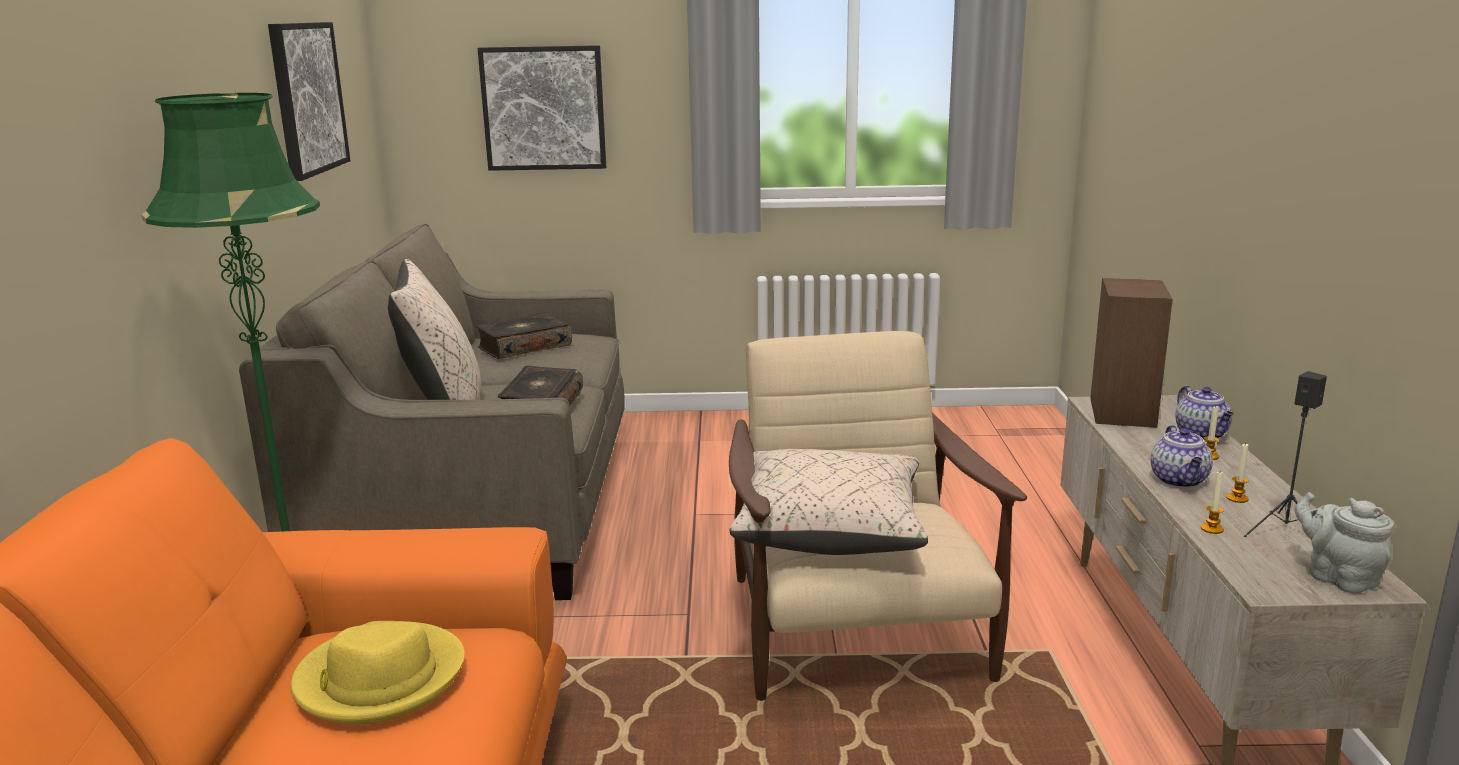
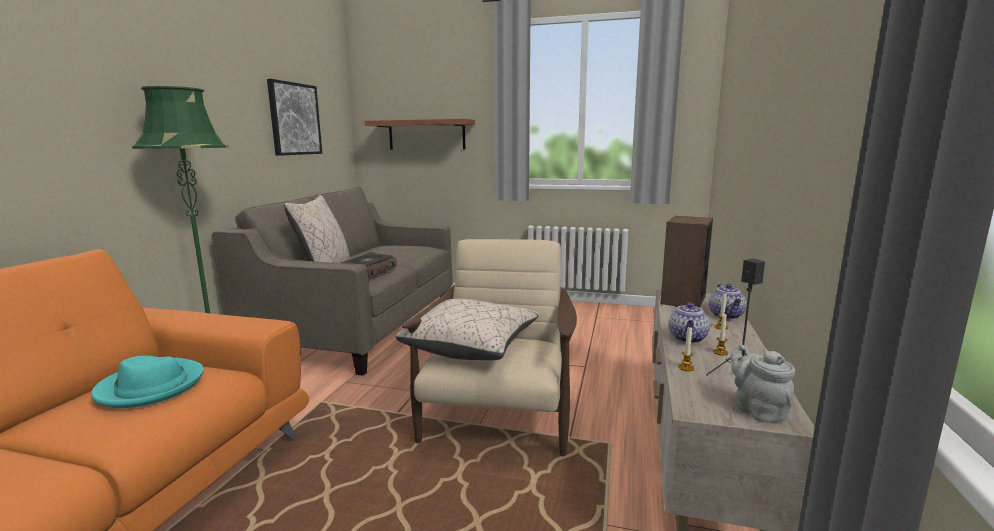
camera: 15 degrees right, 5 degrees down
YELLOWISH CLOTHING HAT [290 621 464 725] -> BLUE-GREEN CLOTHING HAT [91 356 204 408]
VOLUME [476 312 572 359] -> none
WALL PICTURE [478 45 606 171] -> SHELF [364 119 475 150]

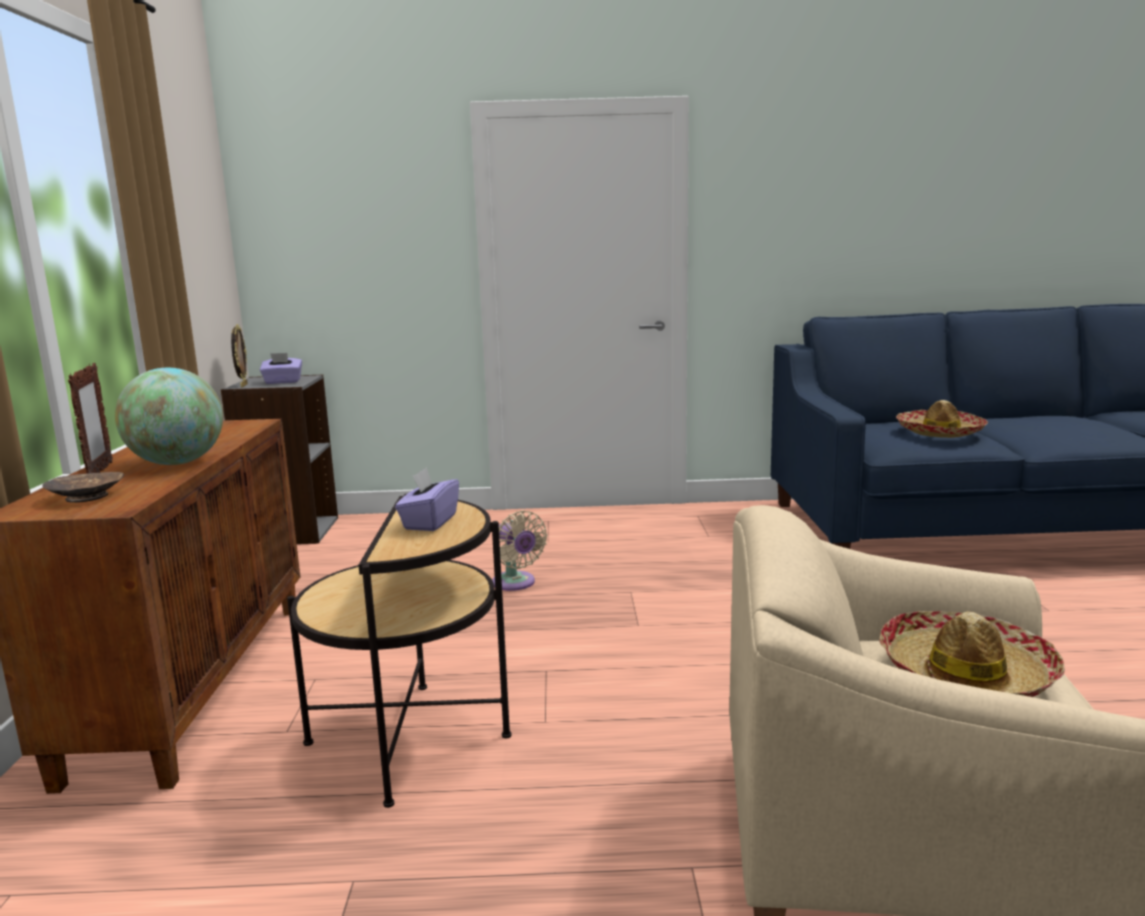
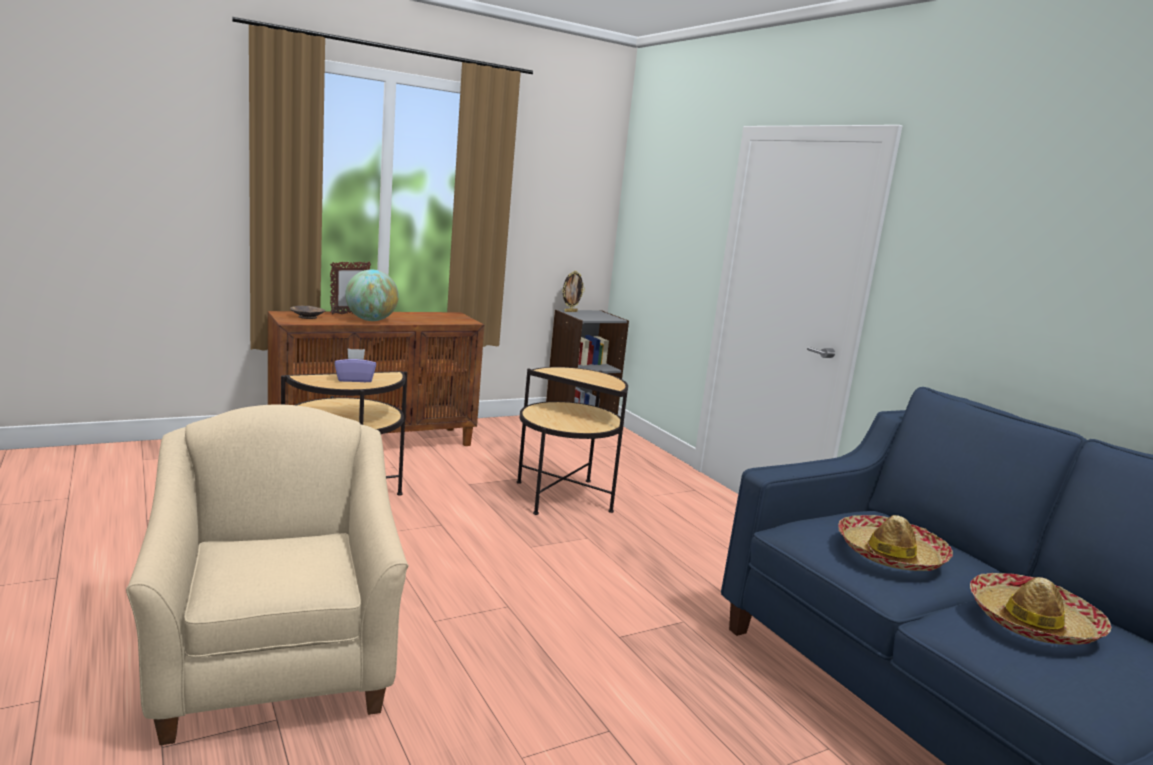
camera: 60 degrees right, 0 degrees up
PURPLISH TISSUE BOX [260 353 302 384] -> none
SAND-COLOURED ELECTRIC FAN [492 510 547 591] -> ACCENT TABLE [516 367 628 515]
CLOTHING HAT [879 611 1065 697] -> CLOTHING HAT [970 573 1111 645], shifted

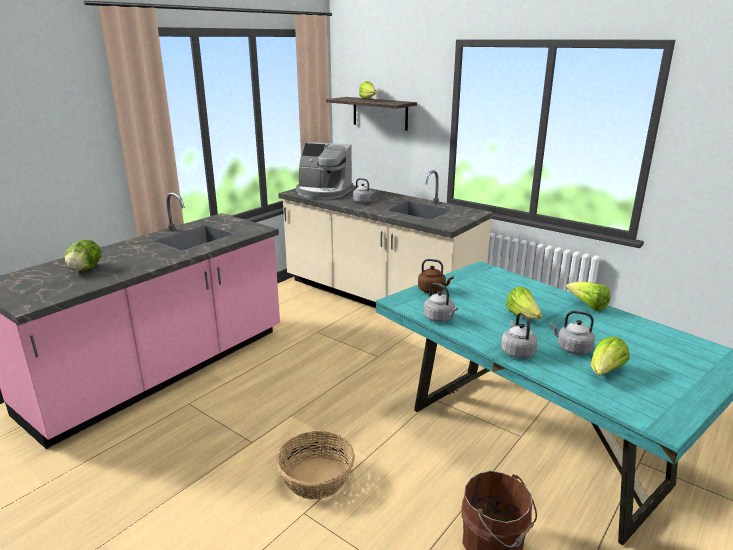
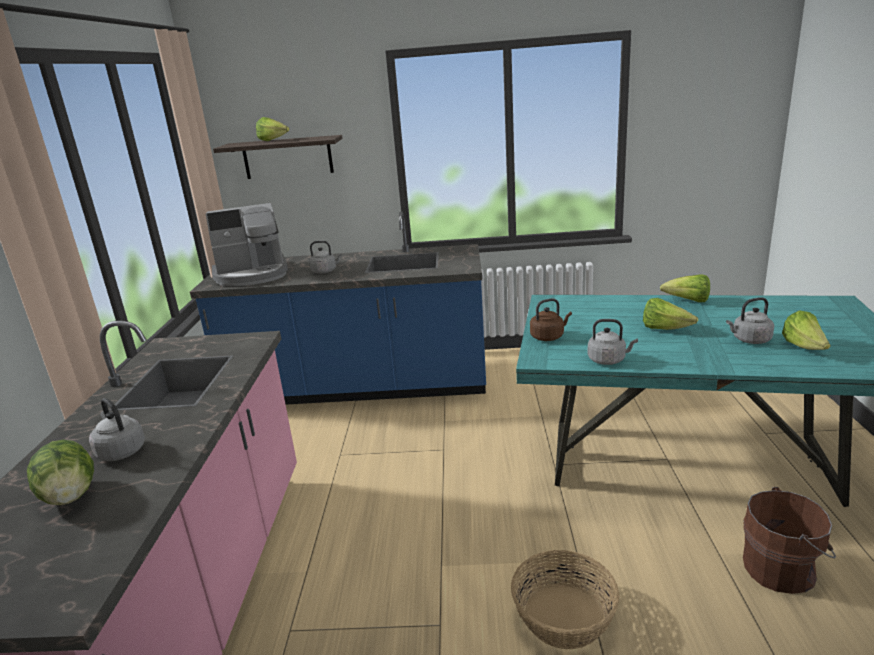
camera: 35 degrees left, 0 degrees up
SAND-COLOURED KITCHEN COUNTER [278 170 493 308] -> BLUE-COLOURED KITCHEN COUNTER [190 211 486 405]
GRAY TEA KETTLE [501 313 538 359] -> GRAY TEA KETTLE [89 398 145 461], shifted

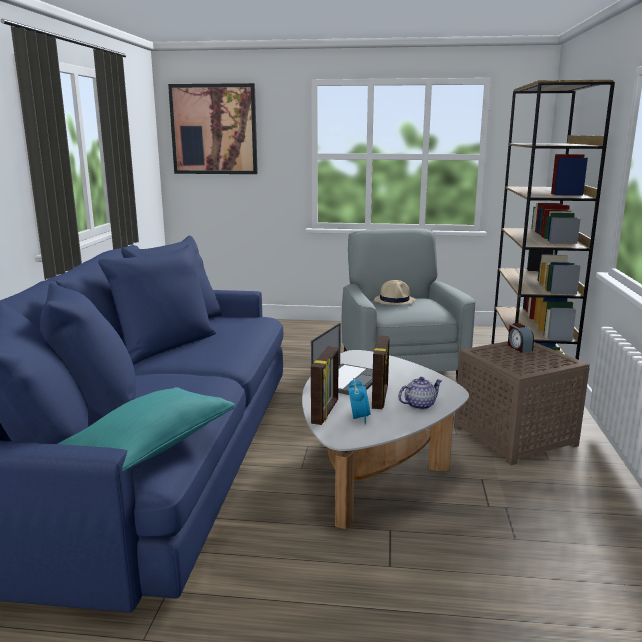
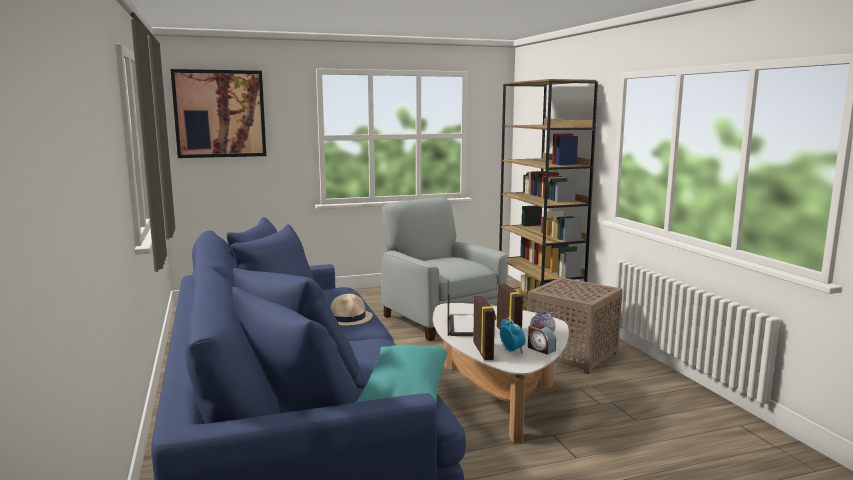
camera: 25 degrees left, 5 degrees down
SAND-COLOURED CLOTHING HAT [374 280 415 305] -> SAND-COLOURED CLOTHING HAT [331 294 373 326], shifted
BEDSIDE CLOCK [508 323 534 353] -> BEDSIDE CLOCK [528 324 556 355], shifted

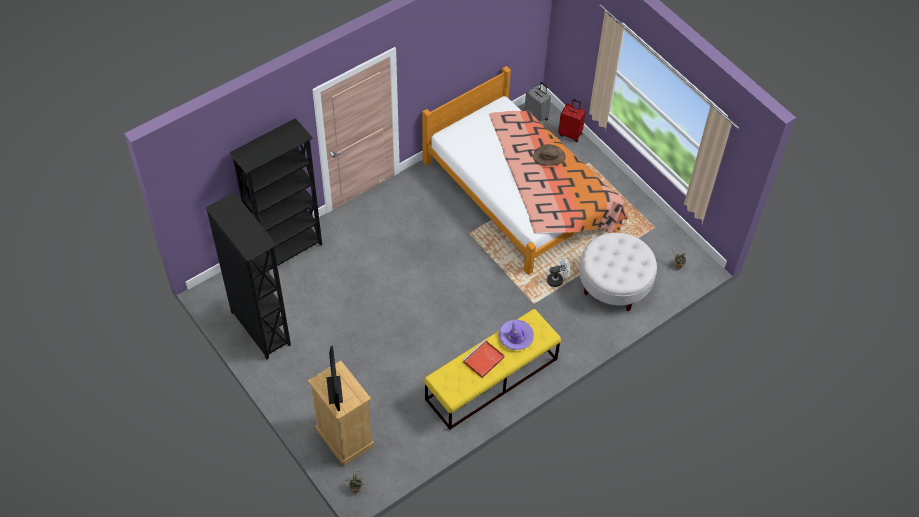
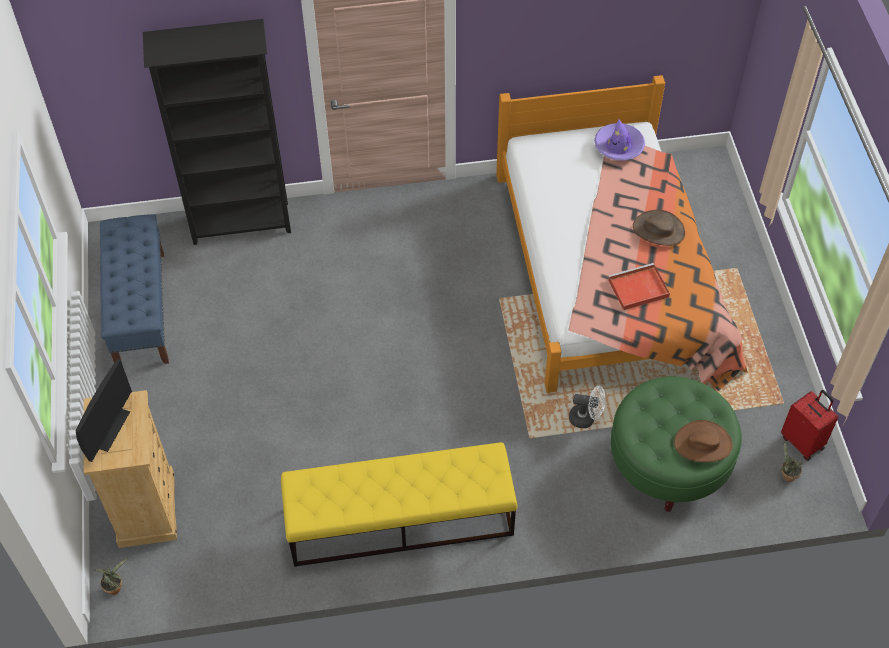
camera: 30 degrees right, 0 degrees up
BLACKISH BOOKCASE [205 192 291 359] -> BLUE-COLOURED INDOOR BENCH [100 214 169 364]
RED SERVING TRAY [463 340 505 378] -> RED SERVING TRAY [608 263 670 310], shifted
PURPLISH CLOTHING HAT [498 320 534 350] -> PURPLISH CLOTHING HAT [594 119 645 161], shifted
GRAY PIECE OF LUGGAGE [524 82 551 122] -> none
RED PIECE OF LUGGAGE [558 99 586 142] -> RED PIECE OF LUGGAGE [781 390 838 461], shifted
WHITISH OTTOMAN [579 233 657 311] -> GREENISH OTTOMAN [611 376 742 512]
none -> BROWN CLOTHING HAT [674 420 733 462]

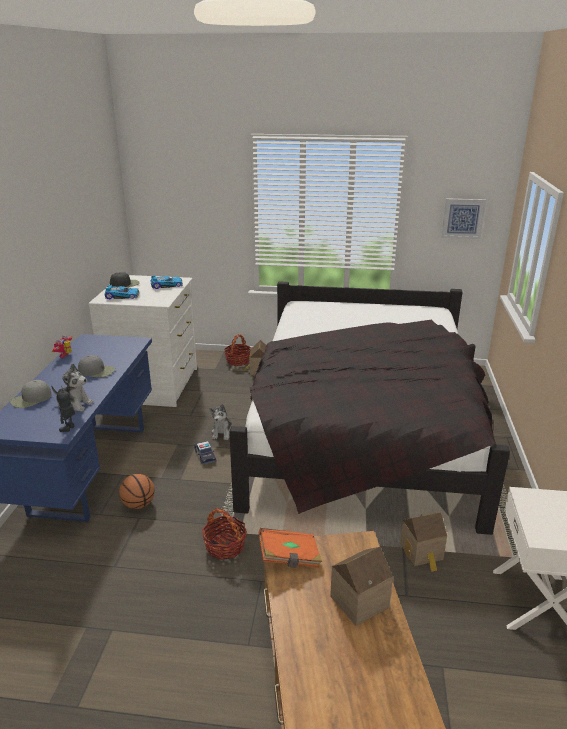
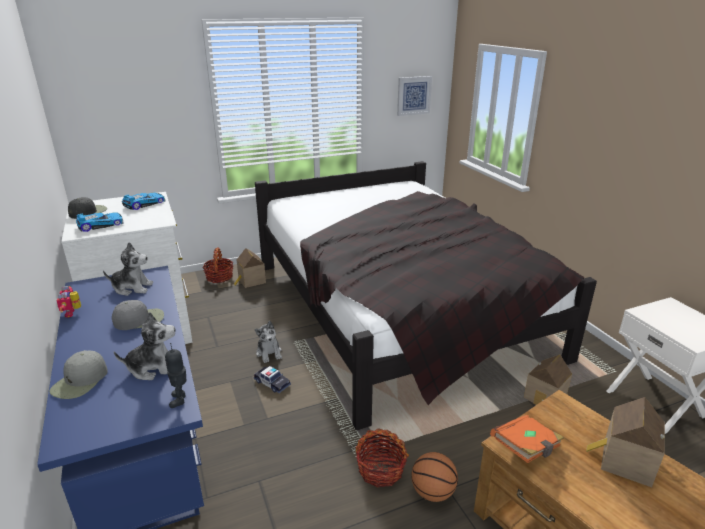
camera: 30 degrees left, 0 degrees up
BALL FOR BASKETBALL [119 474 155 509] -> BALL FOR BASKETBALL [411 452 458 502], shifted
none -> CUDDLY TOY [103 242 153 296]

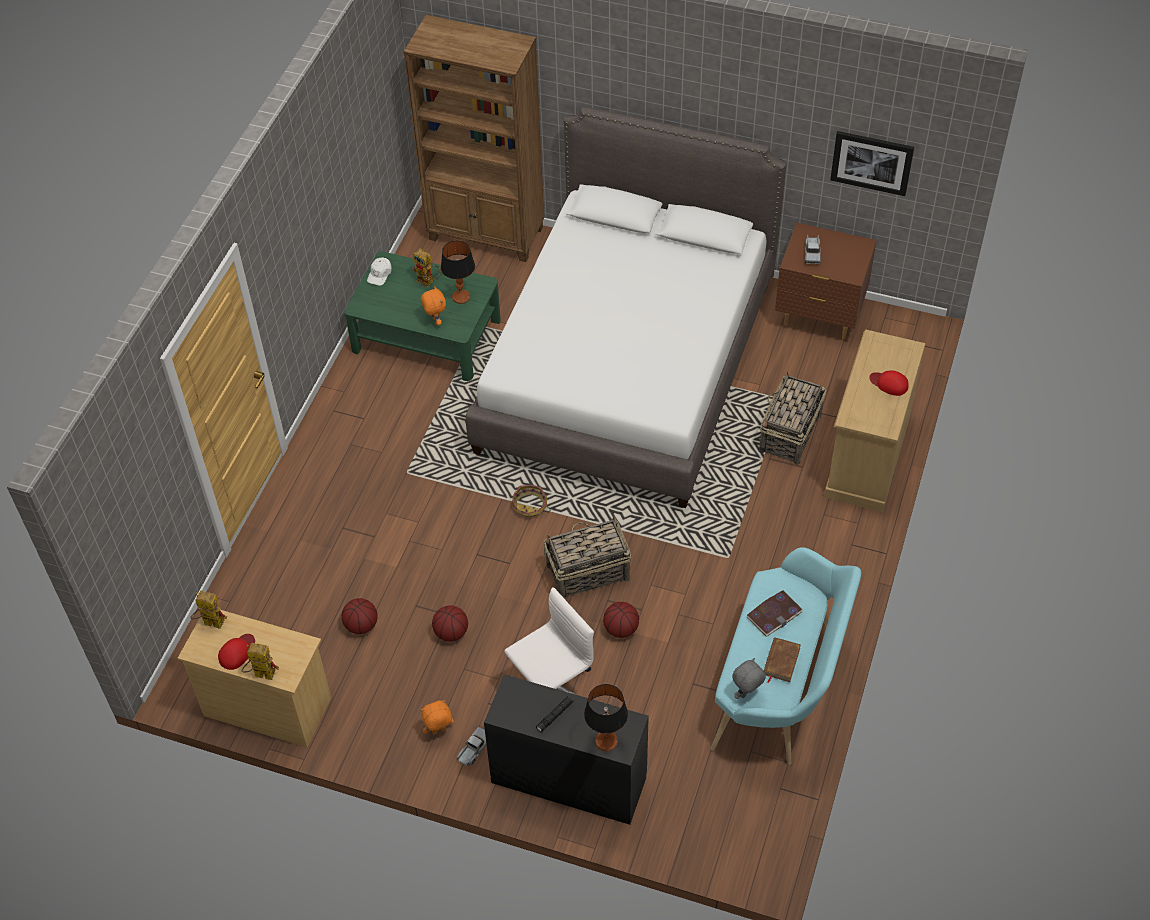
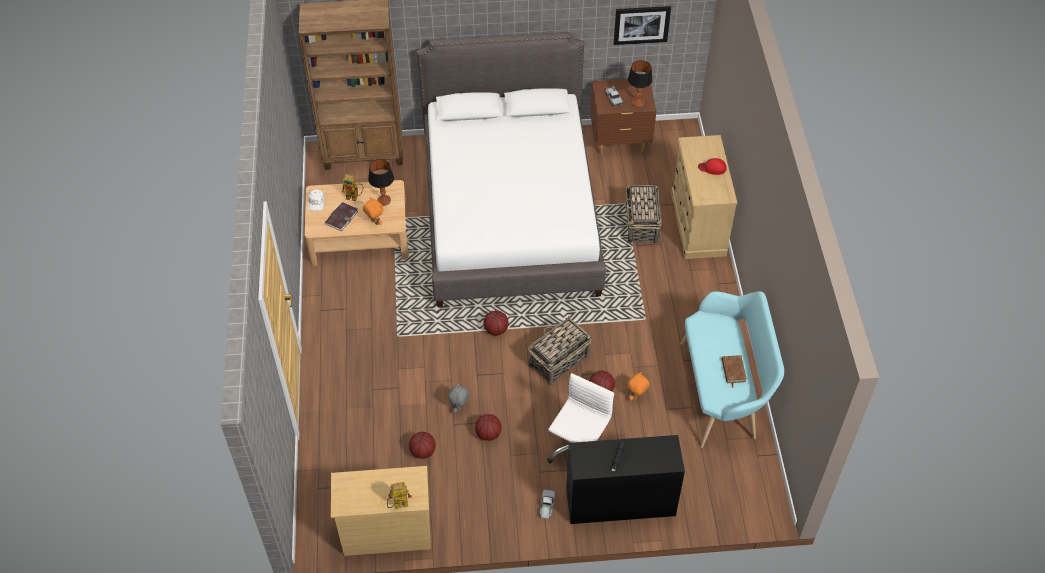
camera: 25 degrees left, 0 degrees up
ROBOT FIGURE [190 591 227 629] -> none
RED BASEBALL CAP [218 634 255 670] -> none
GREENISH LOW TABLE [344 251 501 381] -> SAND-COLOURED LOW TABLE [305 180 409 266]
ORANGE-COLOURED CUDDLY TOY [421 700 454 735] -> ORANGE-COLOURED CUDDLY TOY [628 372 650 401], shifted
HOUSEHOLD BASKET [512 485 551 517] -> BALL FOR BASKETBALL [484 310 509 336]
LAMP FOR A TABLE [584 684 628 751] -> LAMP FOR A TABLE [628 60 653 107], shifted
GRAY CUDDLY TOY [732 658 766 699] -> GRAY CUDDLY TOY [448 383 470 413], shifted
VOLUME [747 590 802 637] -> VOLUME [325 202 358 231], shifted

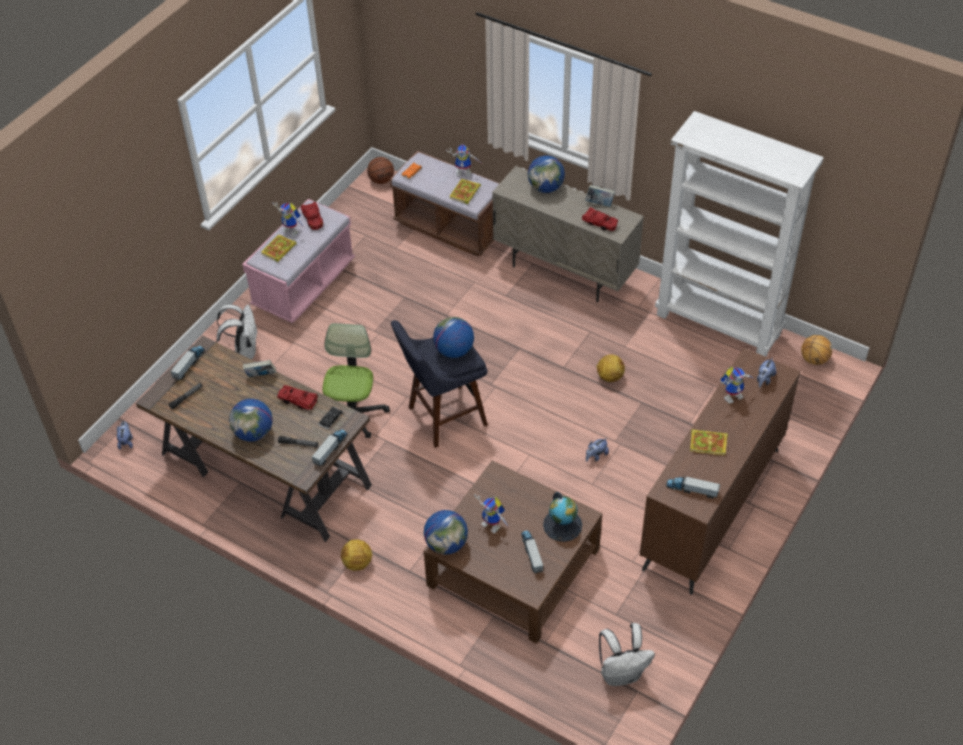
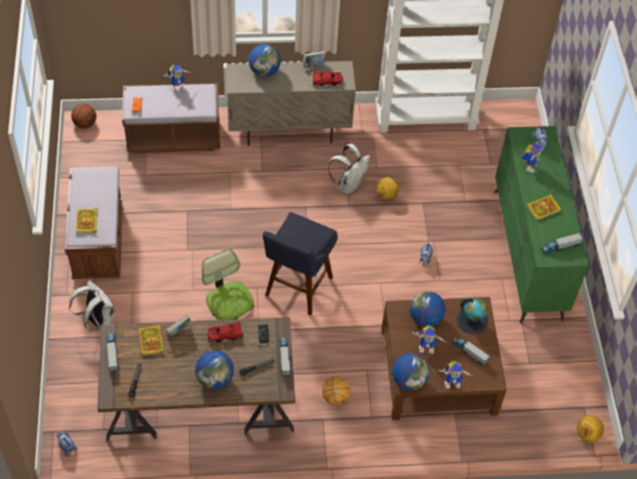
camera: 40 degrees left, 5 degrees up
PINKISH INDOOR BENCH [242 199 355 323] -> BROWN INDOOR BENCH [65 166 123 279]
ROBOT FIGURE [273 202 304 237] -> ROBOT FIGURE [439 361 474 388], shifted
RED TOY CAR [300 202 323 230] -> none
BALL FOR FOOTBALL [341 539 372 571] -> BALL FOR FOOTBALL [577 415 604 442], shifted
GLOBE [433 317 474 358] -> GLOBE [410 291 445 327], shifted
VOLUME [450 179 481 204] -> VOLUME [139 325 165 355], shifted
WHITISH KNAPSACK [599 623 655 686] -> WHITISH KNAPSACK [328 144 370 194], shifted
BROWN CHEST OF DRAWERS [640 348 801 595] -> GREENISH CHEST OF DRAWERS [494 126 589 323]
BALL FOR BASKETBALL [801 335 832 365] -> BALL FOR BASKETBALL [322 377 351 406], shifted

